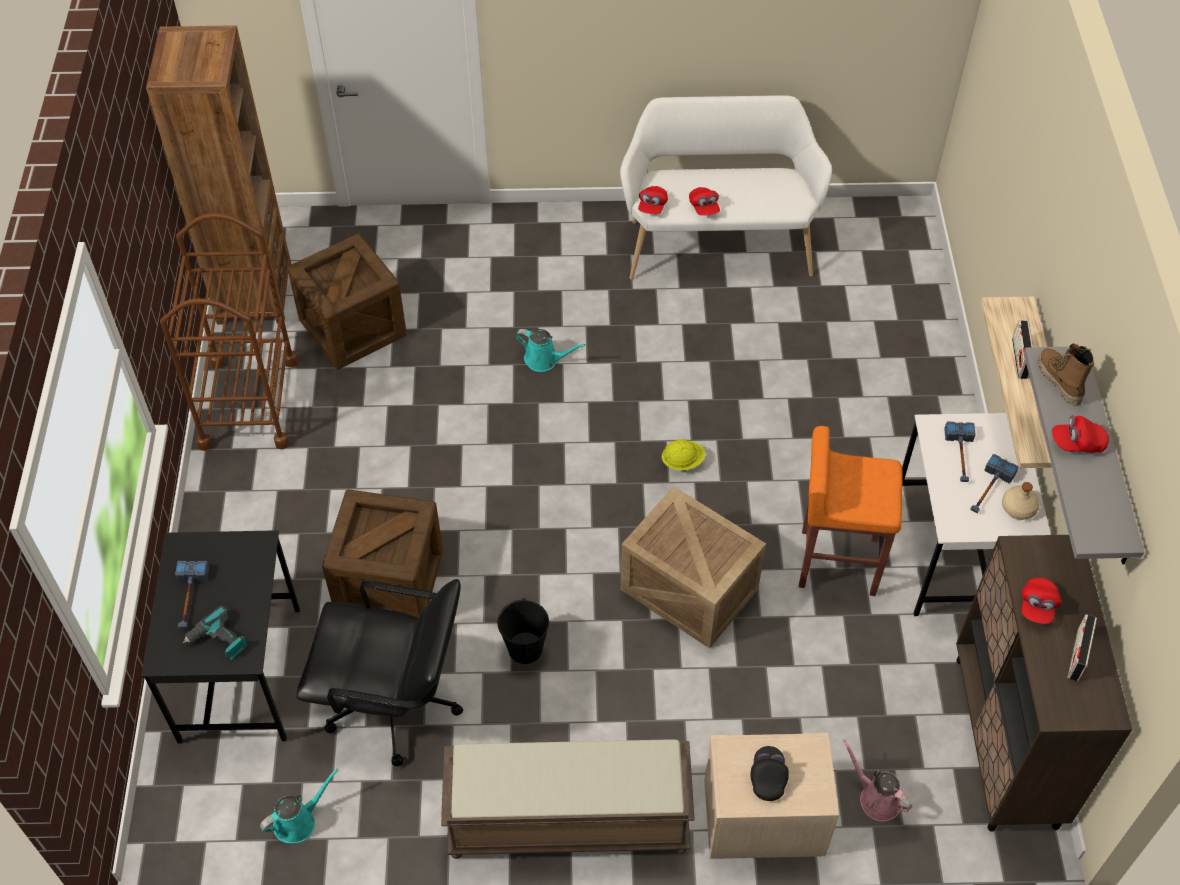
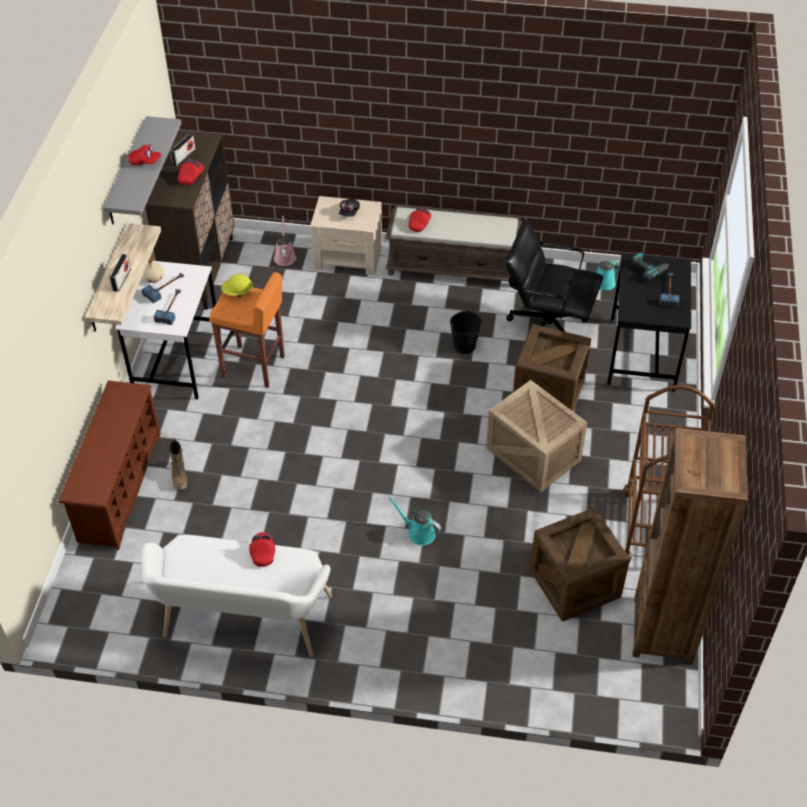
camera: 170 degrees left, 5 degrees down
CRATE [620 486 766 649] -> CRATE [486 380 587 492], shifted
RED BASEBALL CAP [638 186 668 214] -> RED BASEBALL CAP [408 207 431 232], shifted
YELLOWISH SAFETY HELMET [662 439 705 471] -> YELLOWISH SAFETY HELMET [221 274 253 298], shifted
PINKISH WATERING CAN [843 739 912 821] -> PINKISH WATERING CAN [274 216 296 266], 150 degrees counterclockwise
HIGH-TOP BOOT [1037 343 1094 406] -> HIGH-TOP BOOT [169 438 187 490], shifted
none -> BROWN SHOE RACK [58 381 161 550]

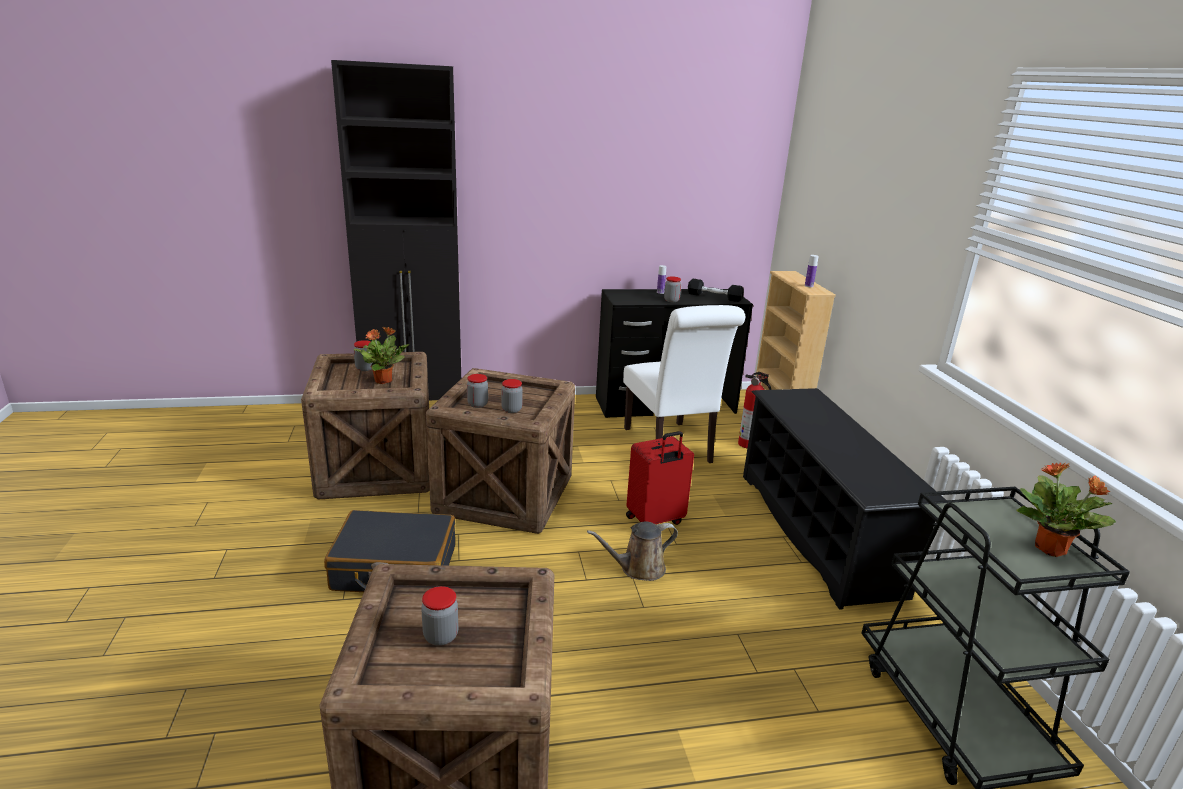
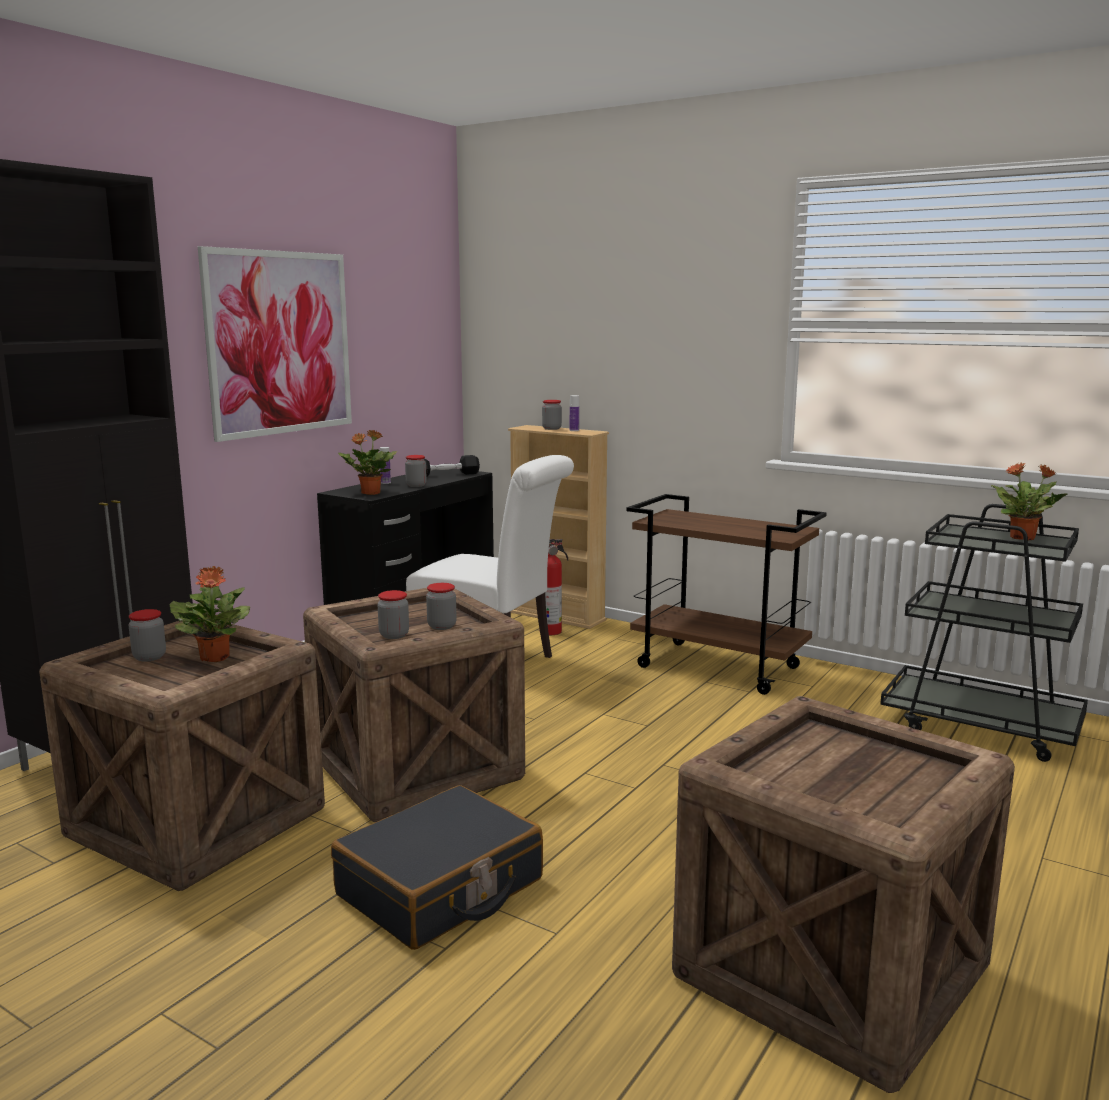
camera: 45 degrees left, 10 degrees down
STORAGE JAR [421 586 458 646] -> STORAGE JAR [542 400 562 430], shifted
BROWN WATERING CAN [587 521 678 581] -> none
RED PIECE OF LUGGAGE [626 431 694 525] -> none
BLACKISH SHOE RACK [743 388 946 610] -> BROWN TROLLEY [626 494 827 695]
none -> WALL PICTURE [198 246 352 442]
none -> HOUSEPLANT [338 430 397 495]

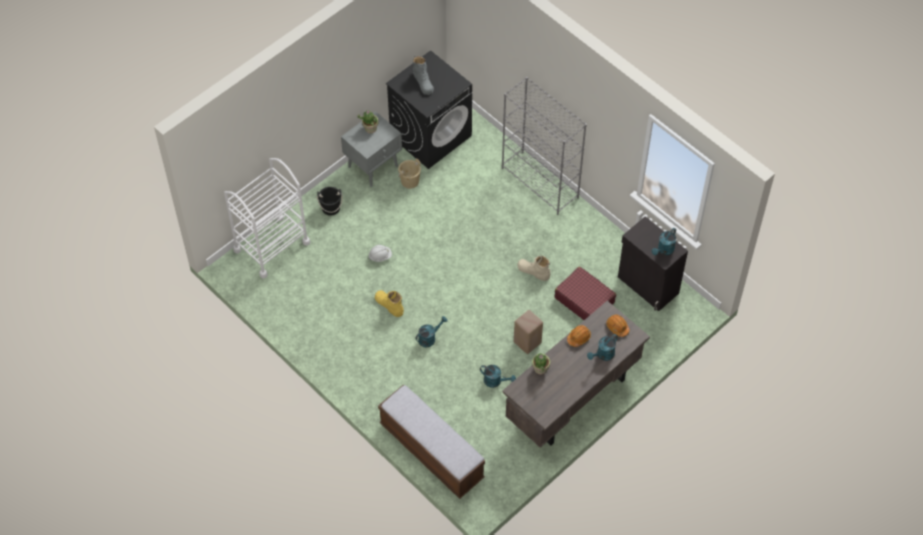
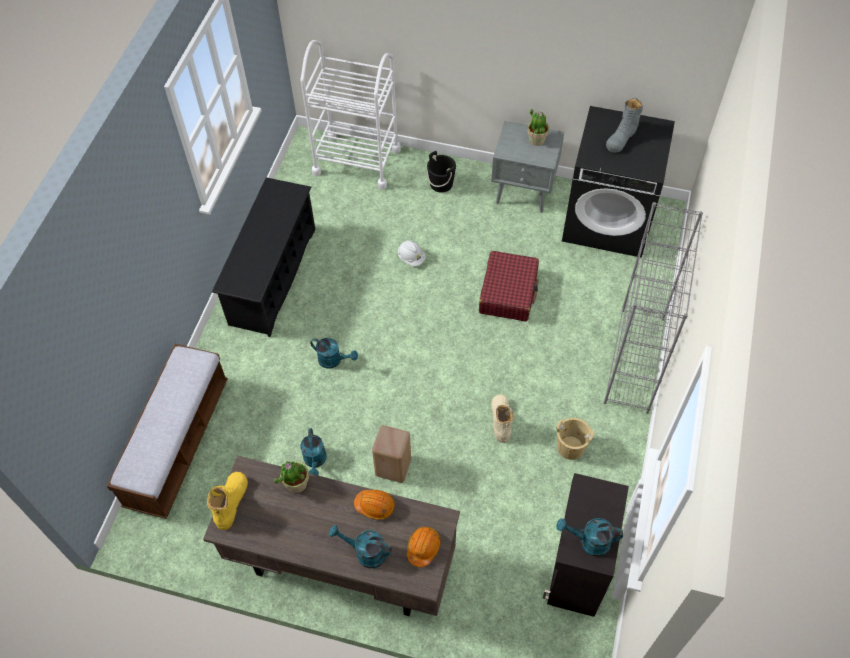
camera: 60 degrees right, 0 degrees up
YELLOWISH HIGH-TOP BOOT [375 290 404 317] -> YELLOWISH HIGH-TOP BOOT [207 472 248 530], shifted
SAND-COLOURED BUCKET [398 158 421 189] -> SAND-COLOURED BUCKET [556 418 594 460], shifted
RED PIECE OF LUGGAGE [555 267 616 320] -> RED PIECE OF LUGGAGE [479 251 539 322], shifted
none -> BLACKISH SHOE RACK [212 177 315 337]

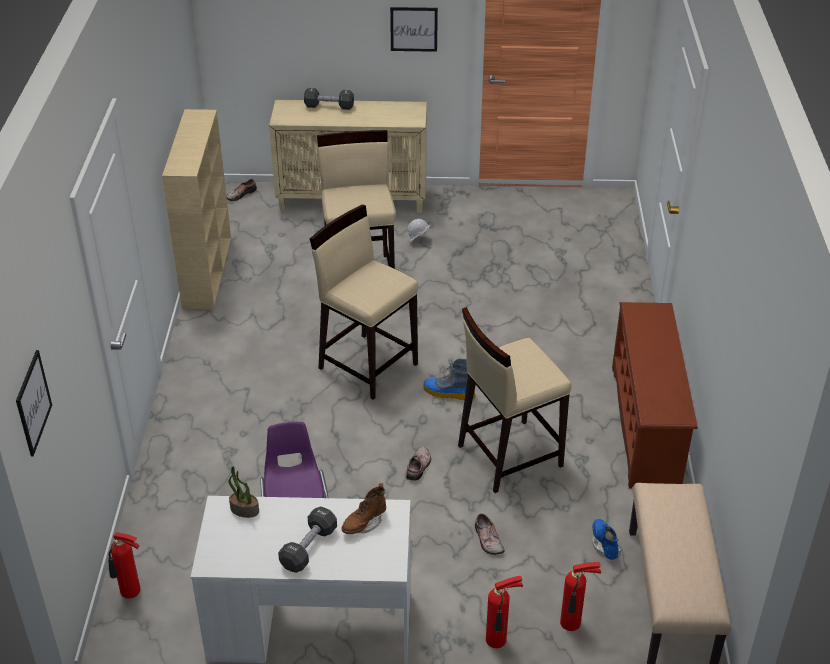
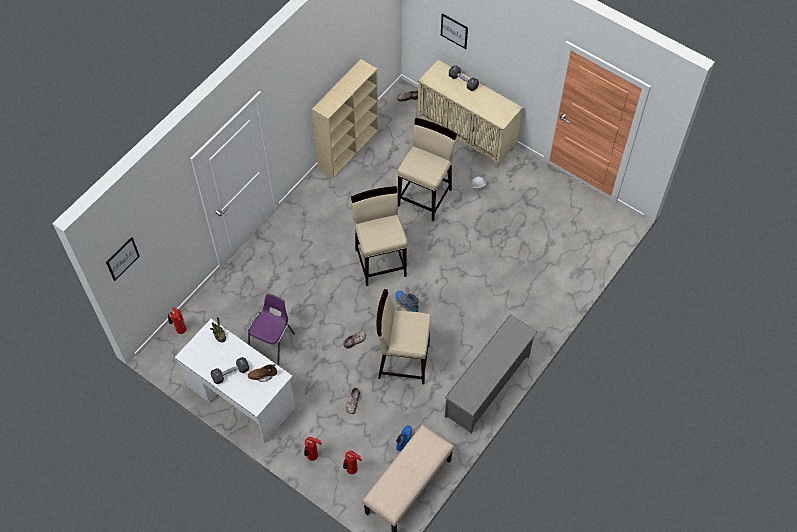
camera: 35 degrees right, 20 degrees up
WALL PICTURE [390 7 438 52] -> WALL PICTURE [441 13 468 49], shifted
BROWN SHOE RACK [612 302 698 489] -> GRAY SHOE RACK [445 314 538 433]

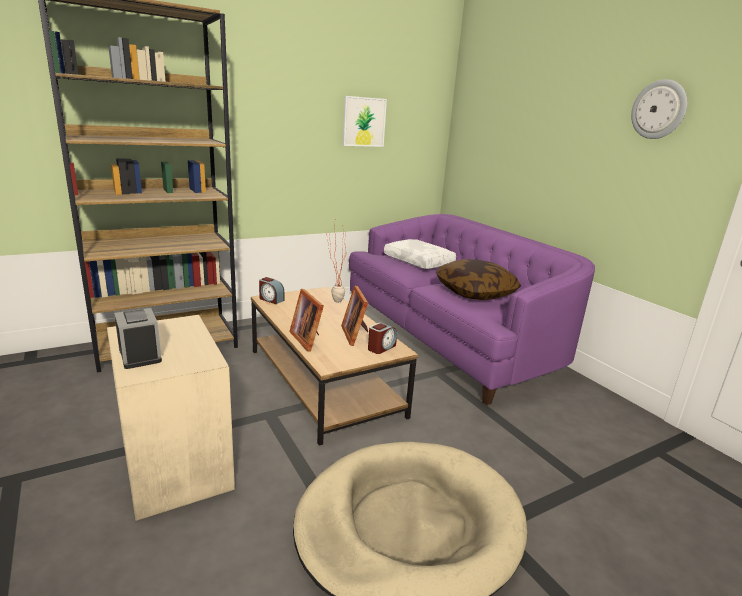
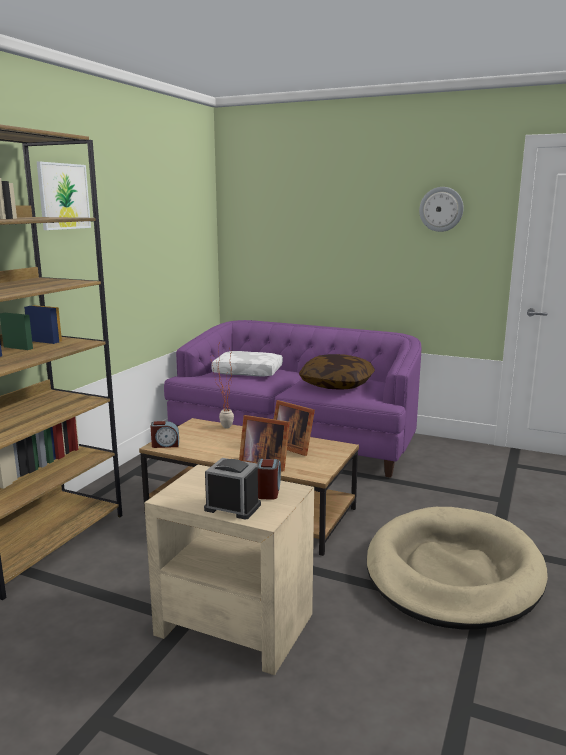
camera: 35 degrees left, 5 degrees down
WALL PICTURE [343 96 387 147] -> WALL PICTURE [37 162 91 230], shifted
BEDSIDE CLOCK [368 323 397 354] -> BEDSIDE CLOCK [257 459 281 500], shifted

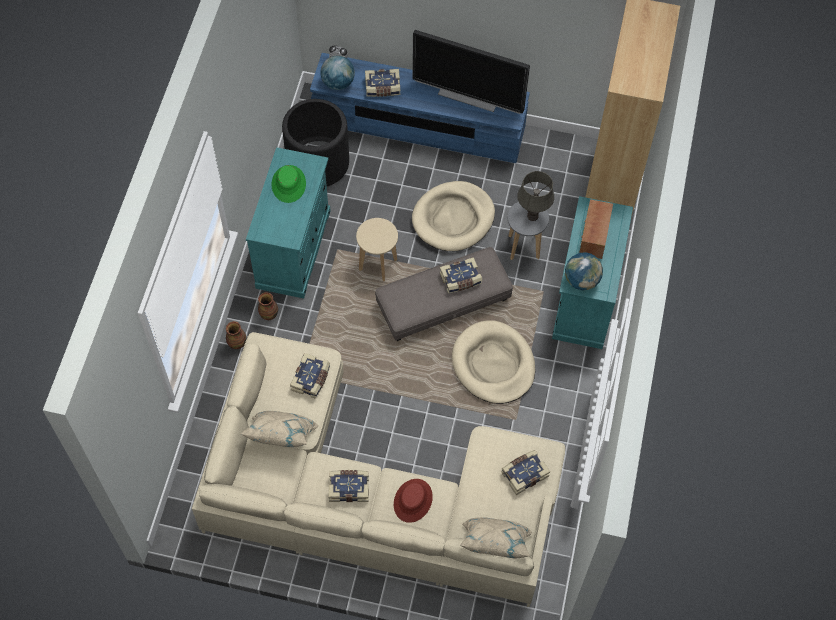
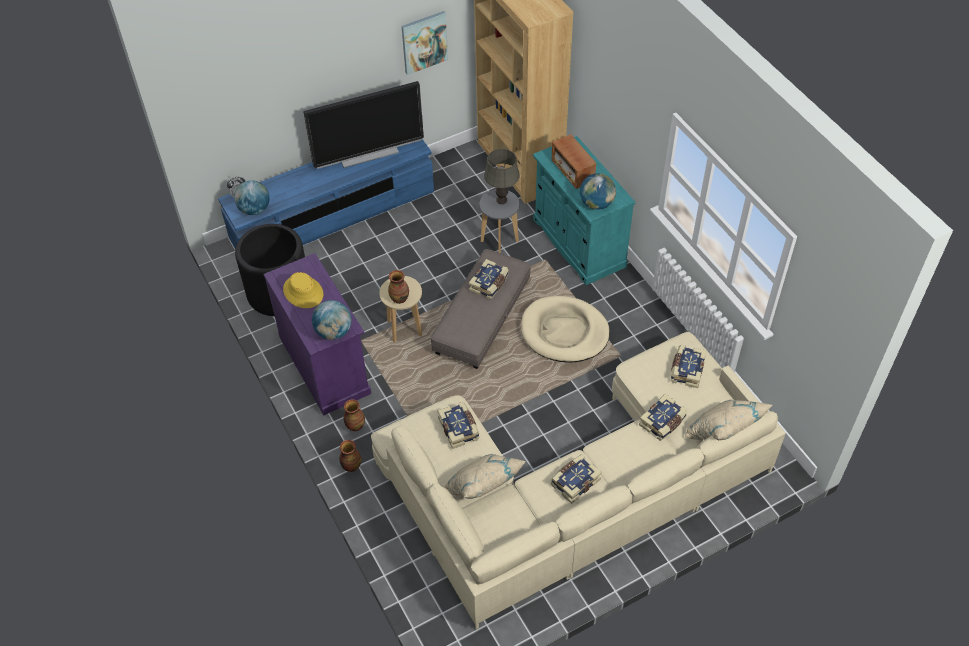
camera: 40 degrees left, 10 degrees down
BLUE-GREEN CUPBOARD [246 147 331 298] -> PURPLISH CUPBOARD [263 253 371 415]
GREENISH CLOTHING HAT [272 165 306 203] -> YELLOWISH CLOTHING HAT [283 272 323 308]
VOLUME [365 69 400 97] -> VOLUME [639 394 687 441], shifted
RED CLOTHING HAT [394 479 433 523] -> none
SAND-COLOURED DOG CUSHION [412 181 495 251] -> none
none -> GLOBE [312 300 352 340]
none -> VASE [388 270 409 304]
none -> WALL PICTURE [402 11 448 75]

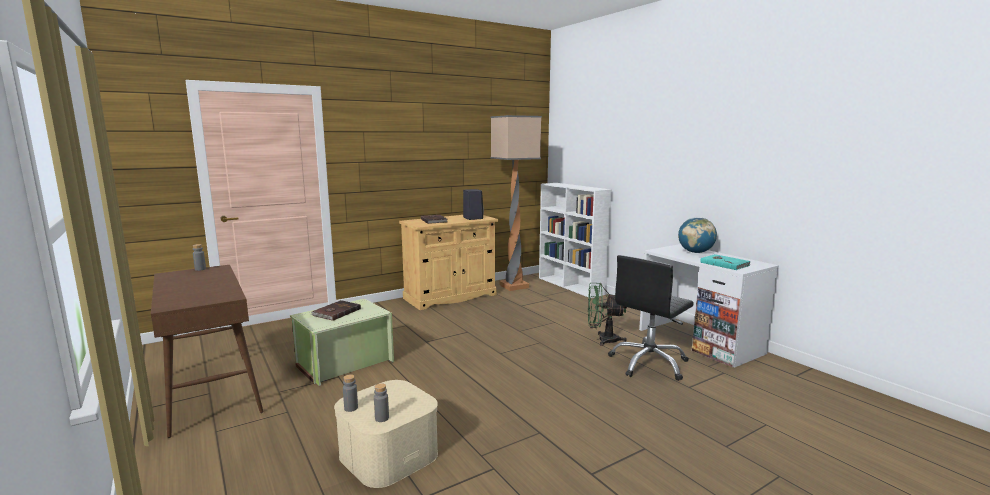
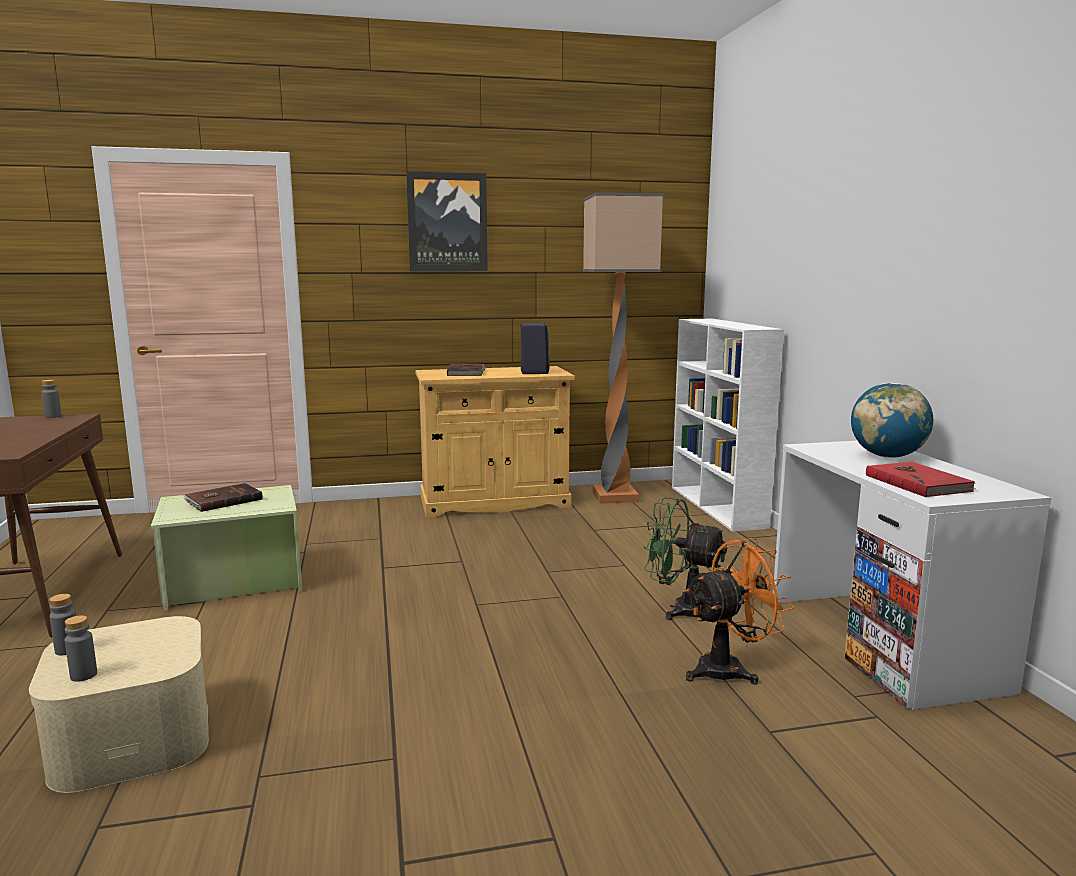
camera: 20 degrees right, 0 degrees up
BLACKISH DESK CHAIR [608 255 694 381] -> ORANGE-COLOURED ELECTRIC FAN [685 538 794 685]
BLUE-GREEN VOLUME [700 254 751 270] -> RED VOLUME [866 462 976 497]
none -> WALL PICTURE [406 171 488 271]

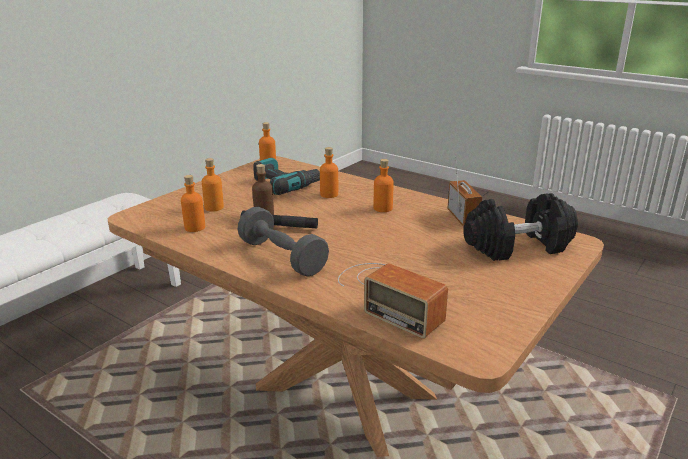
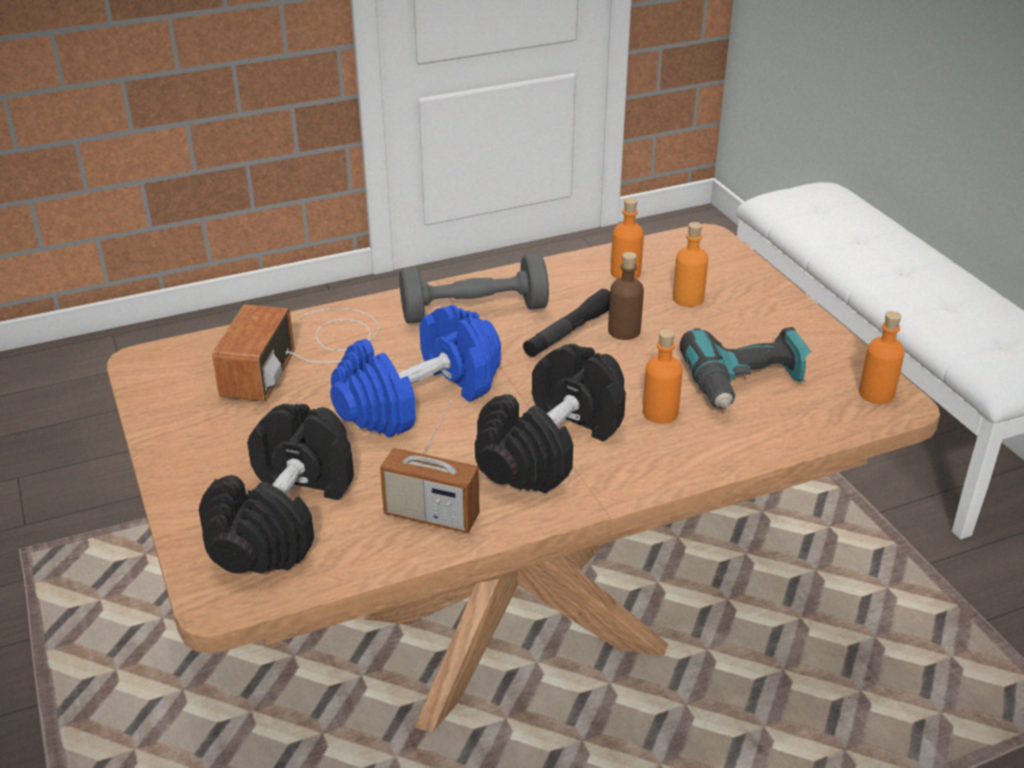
camera: 120 degrees right, 10 degrees up
RADIO SET [338 263 448 338] -> RADIO SET [212 304 379 402], 60 degrees counterclockwise
ORANGE-COLOURED BEVERAGE BOTTLE [374 159 394 212] -> BLACKISH FREE WEIGHT [475 344 626 494]
none -> BLUE-COLOURED FREE WEIGHT [330 305 501 438]

